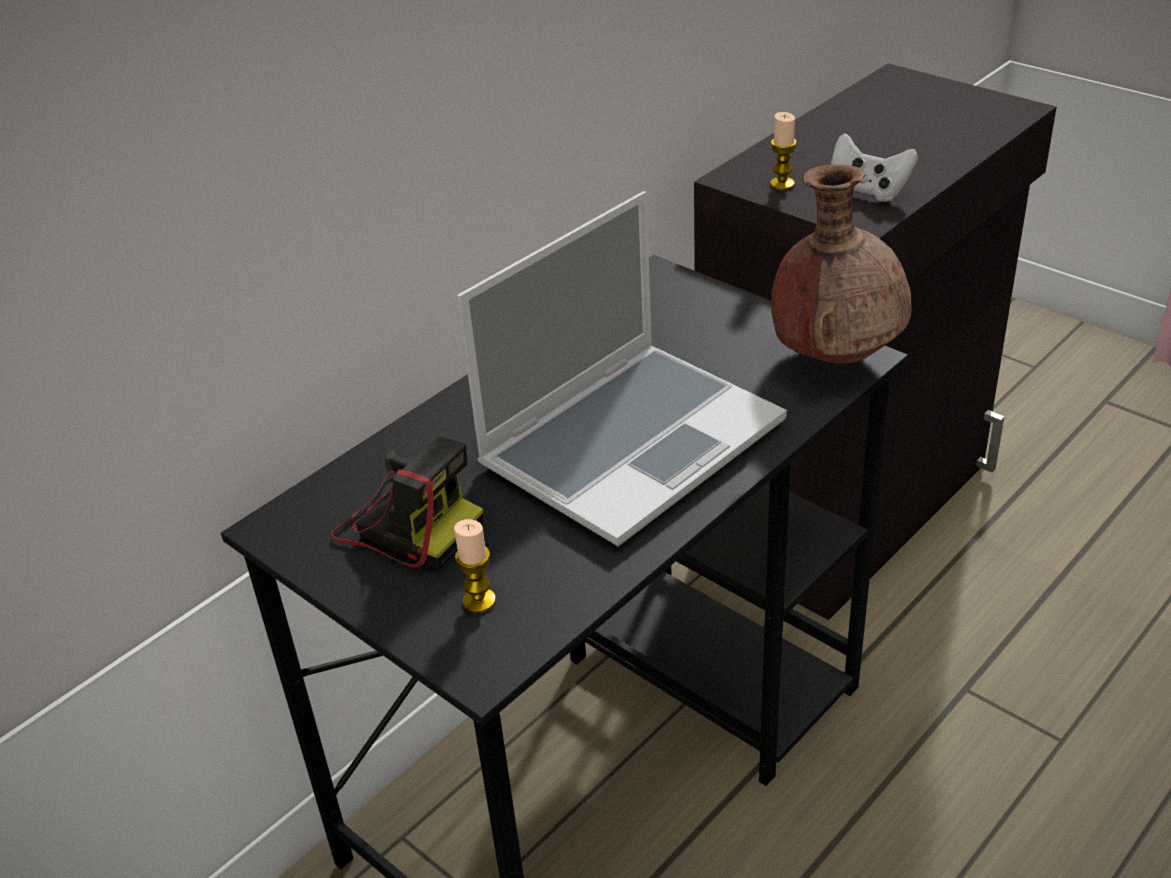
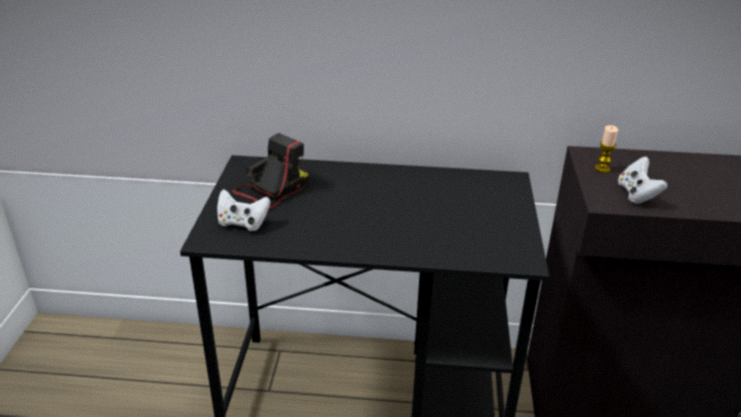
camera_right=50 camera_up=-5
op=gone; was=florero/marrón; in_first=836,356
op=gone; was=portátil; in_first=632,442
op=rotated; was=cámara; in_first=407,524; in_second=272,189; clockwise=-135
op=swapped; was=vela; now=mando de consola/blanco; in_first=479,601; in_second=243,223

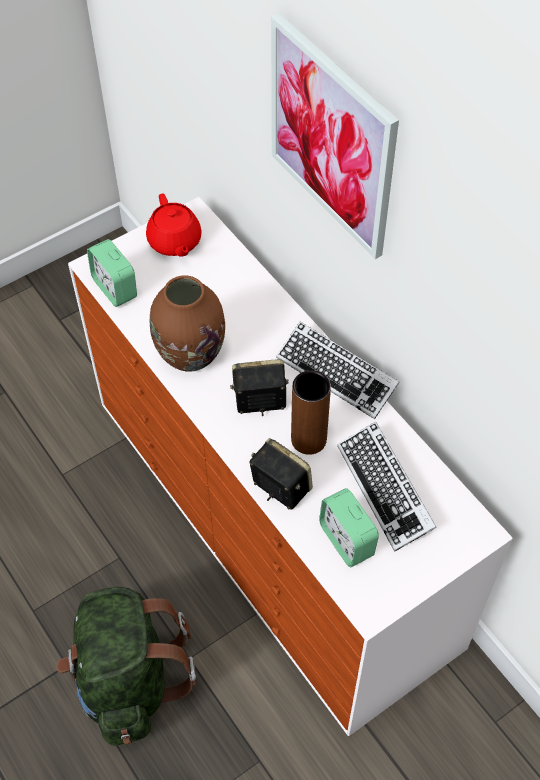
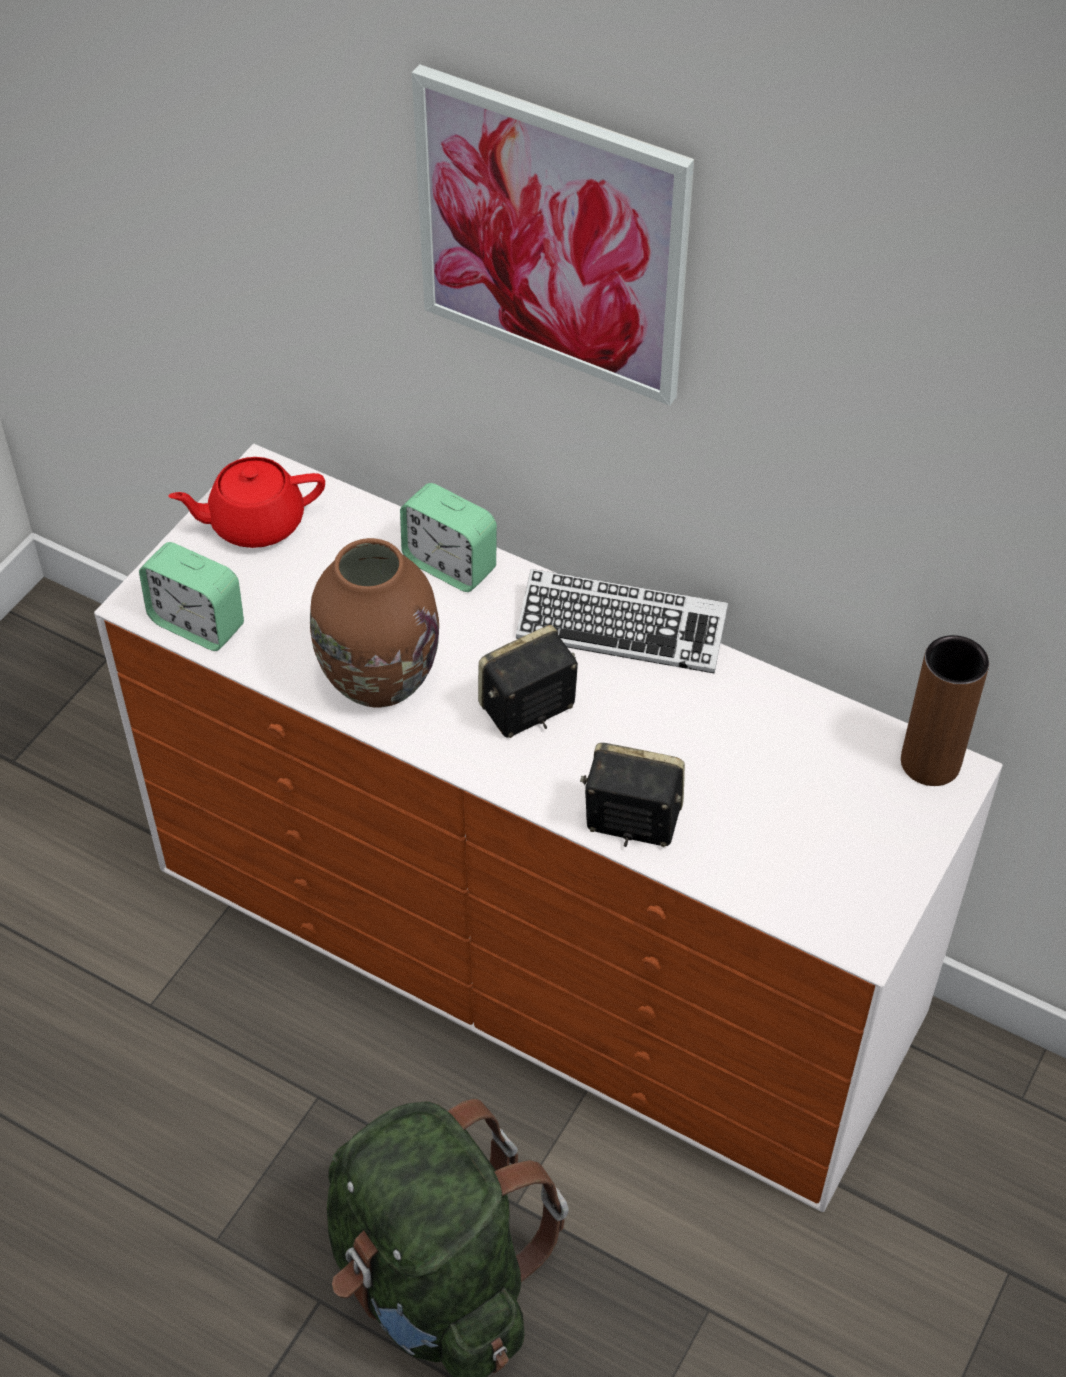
camera_right=-25 camera_up=-5
op=rotated; was=tetera/rojo; in_first=174,242; in_second=255,523; clockwise=120
op=shifted; was=florero/marrón; in_first=308,439; in_second=930,762
op=gone; was=teclado; in_first=385,489
op=shifted; was=despertador; in_first=346,540; in_second=450,565

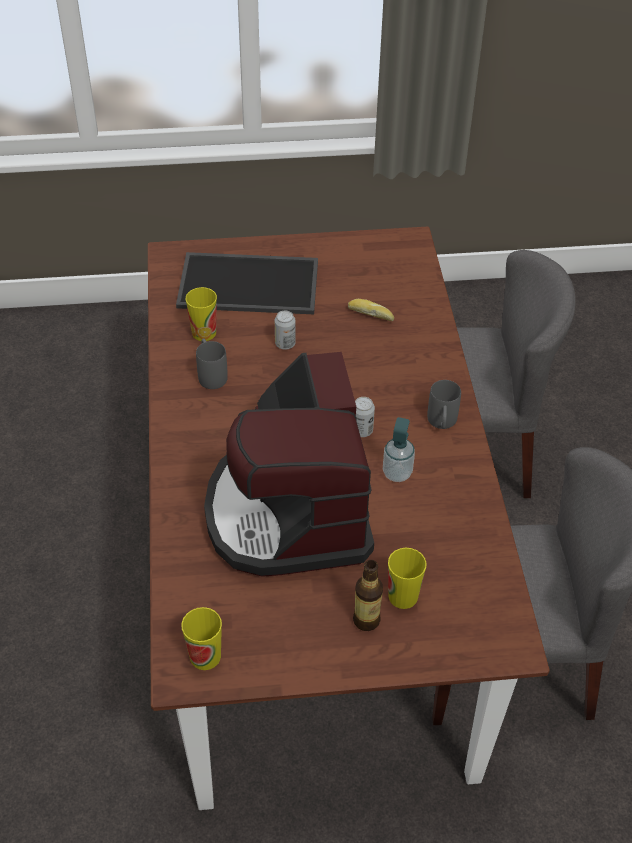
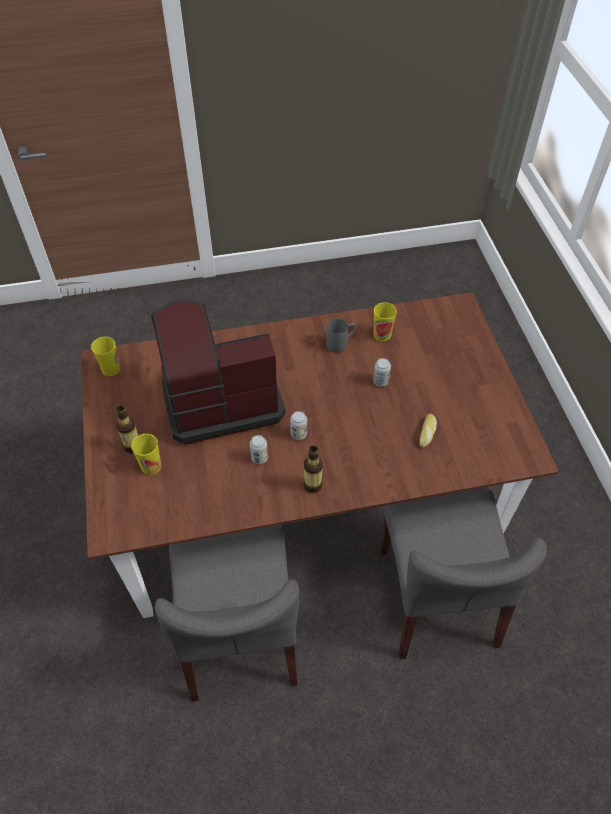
camera_right=85 camera_up=5
op=gone; was=bandeja; in_first=250,283
op=swapped; was=taza grande/gris; now=botella; in_first=442,423; in_second=312,485
op=swapped; was=dispensador de jabón; now=lata; in_first=397,473; in_second=259,458

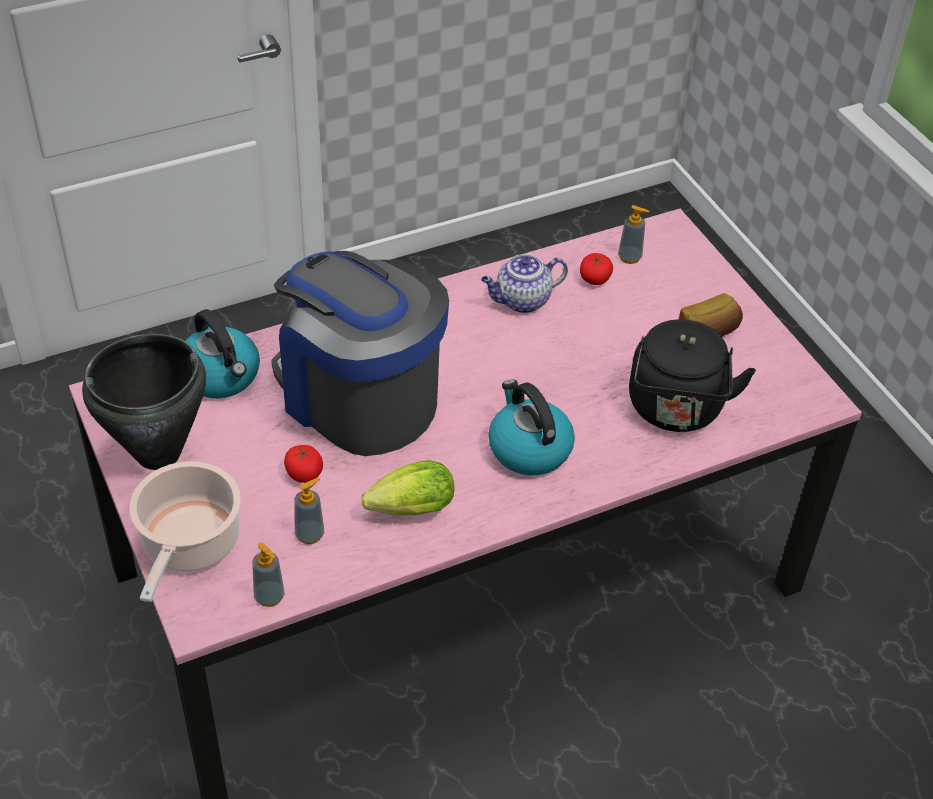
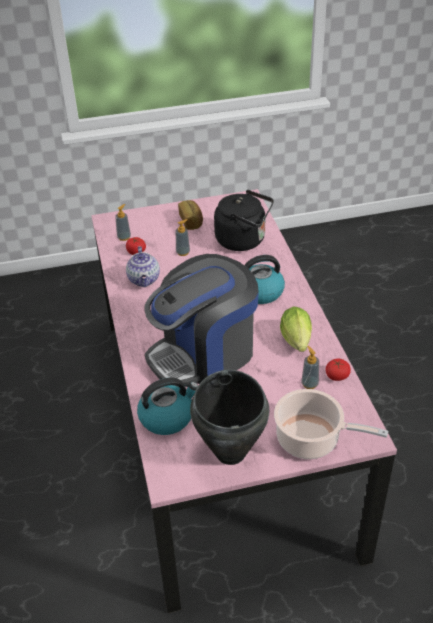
camera_right=-75 camera_up=-5
op=shifted; was=tomate; in_first=304,473; in_second=337,376
op=shifted; was=dispensador de jabón; in_first=269,596; in_second=183,252

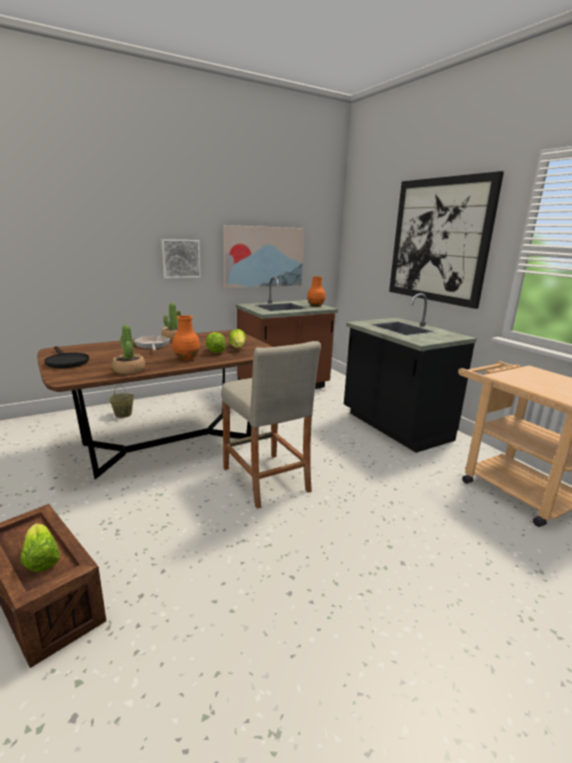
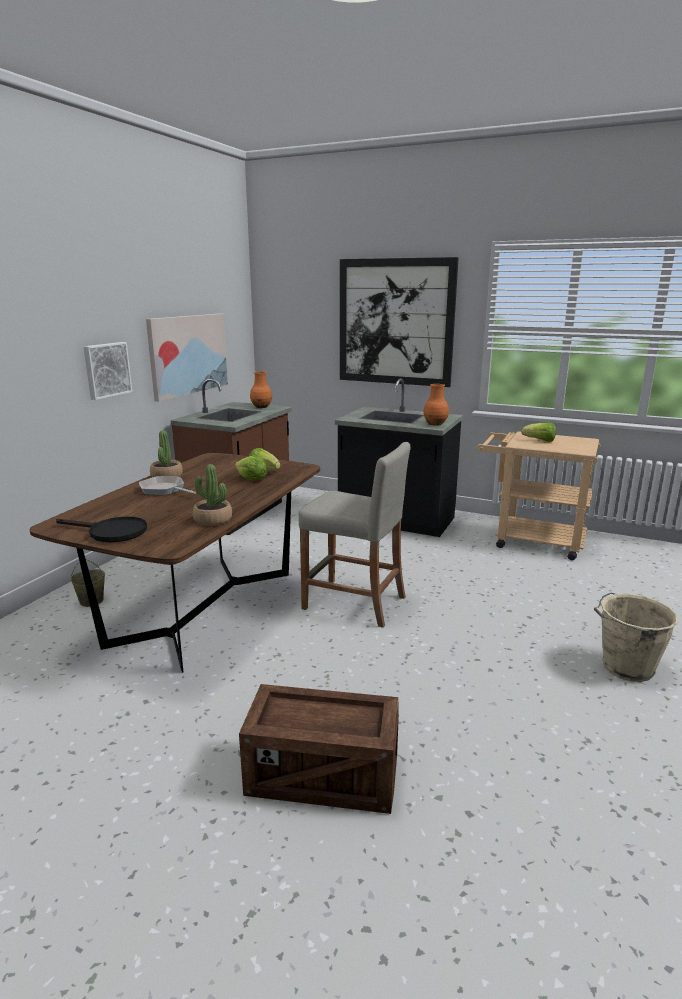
camera_right=-35 camera_up=0
op=shifted; was=florero/naranja; in_first=187,358; in_second=435,424
op=shifted; was=lechuga; in_first=41,559; in_second=539,441
op=new; now=cubo/beis; in_second=625,667

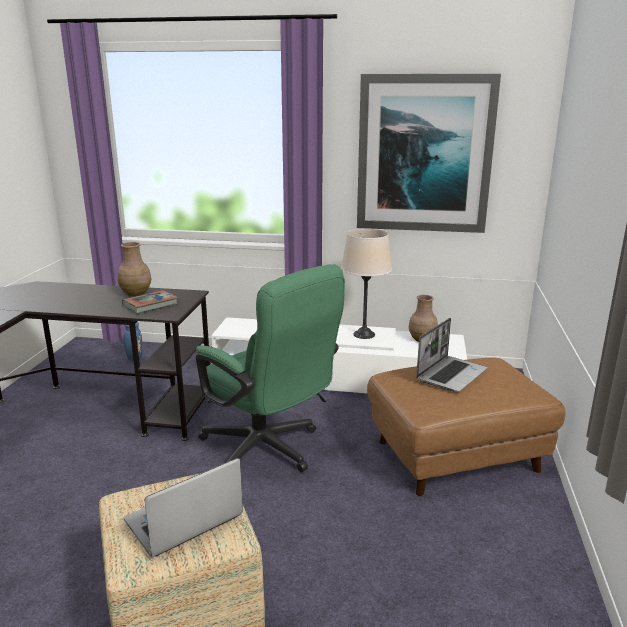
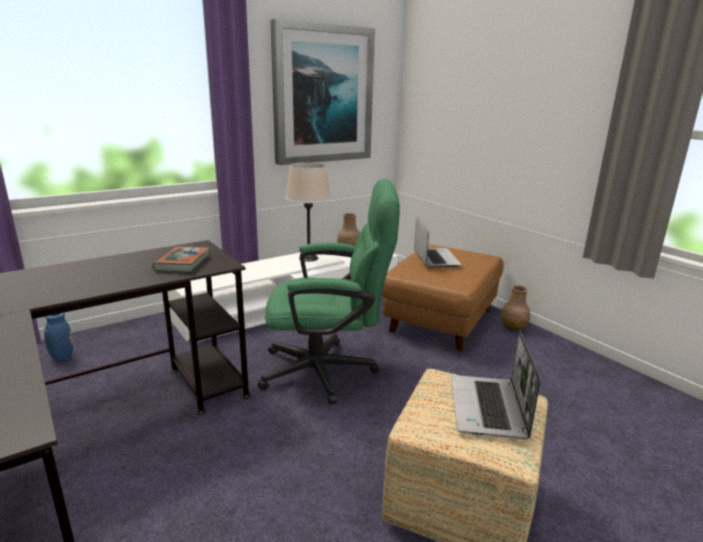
camera_right=-45 camera_up=0
op=shifted; was=florero/marrón; in_first=136,293; in_second=513,327

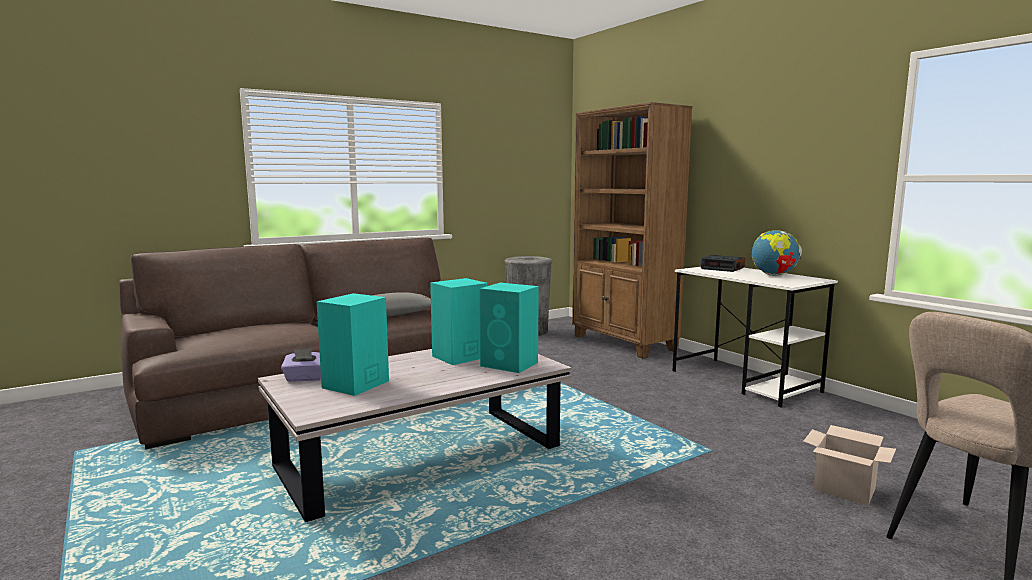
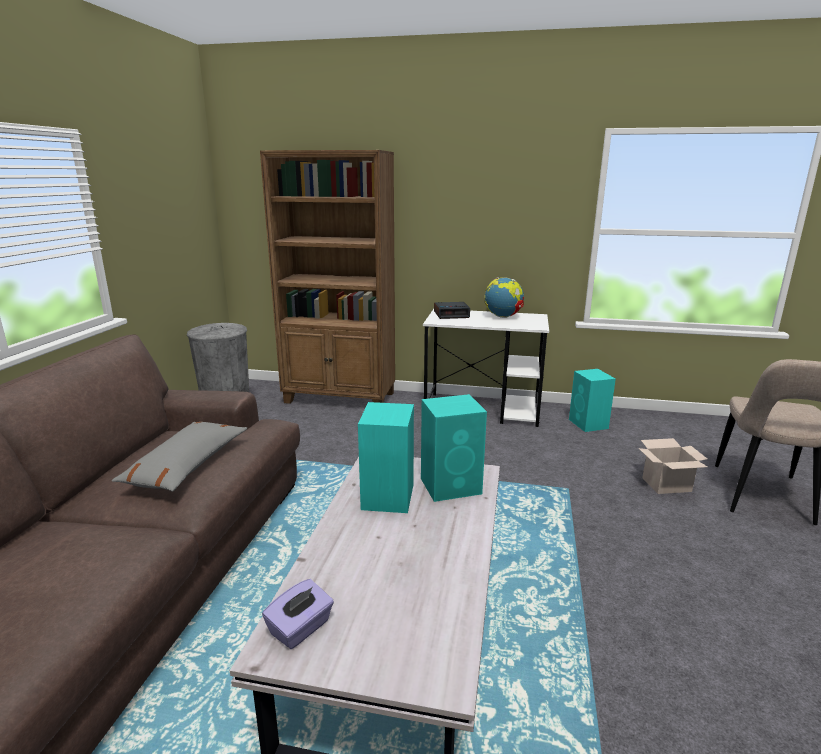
camera_right=-45 camera_up=10
op=shifted; was=altavoz/turquesa; in_first=354,385; in_second=588,424

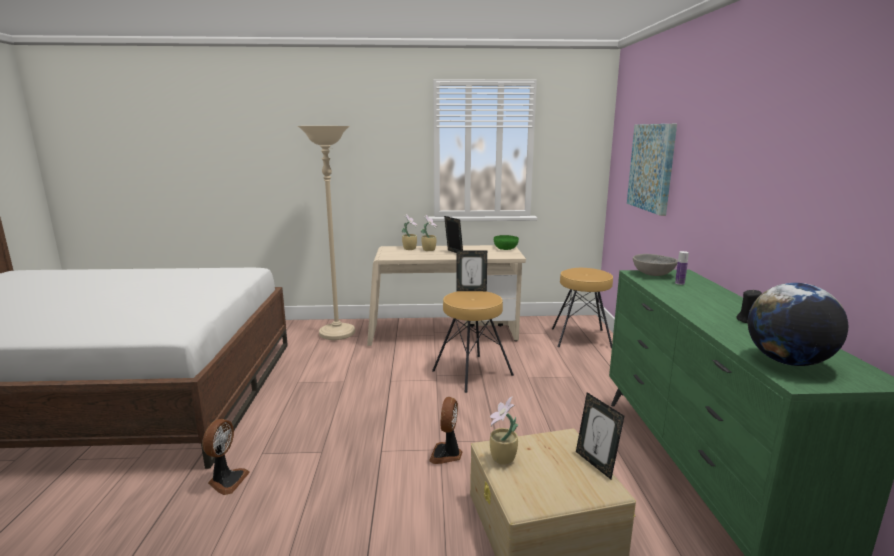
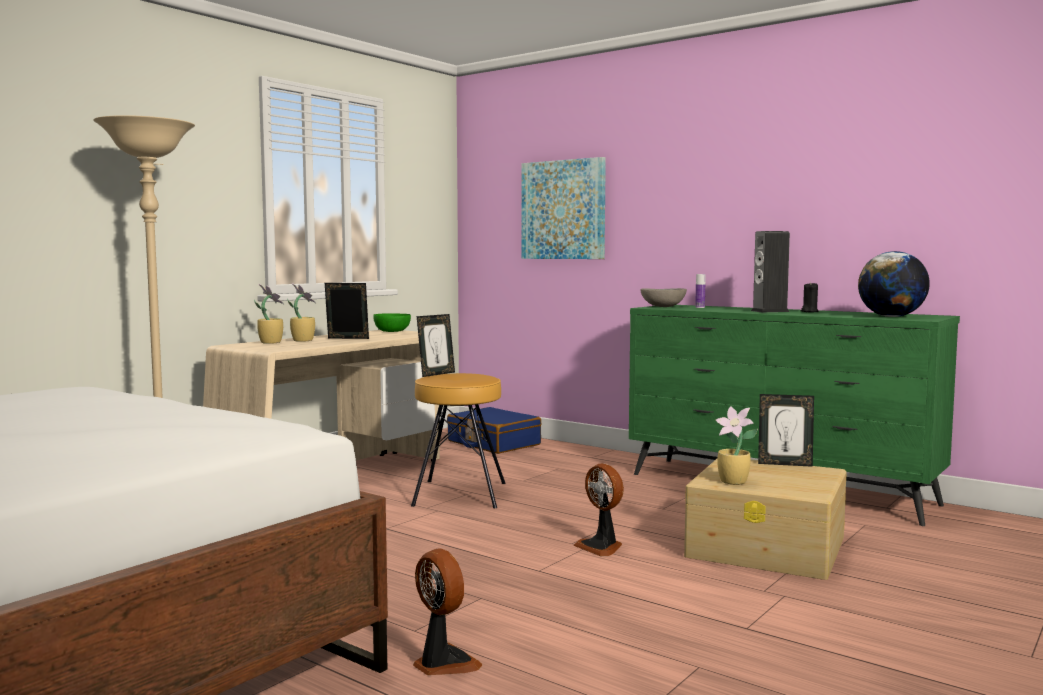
camera_right=-50 camera_up=-10
op=swapped; was=taburete/marrón; now=maleta/azul; in_first=581,338; in_second=493,443
op=new; now=altavoz; in_second=770,311

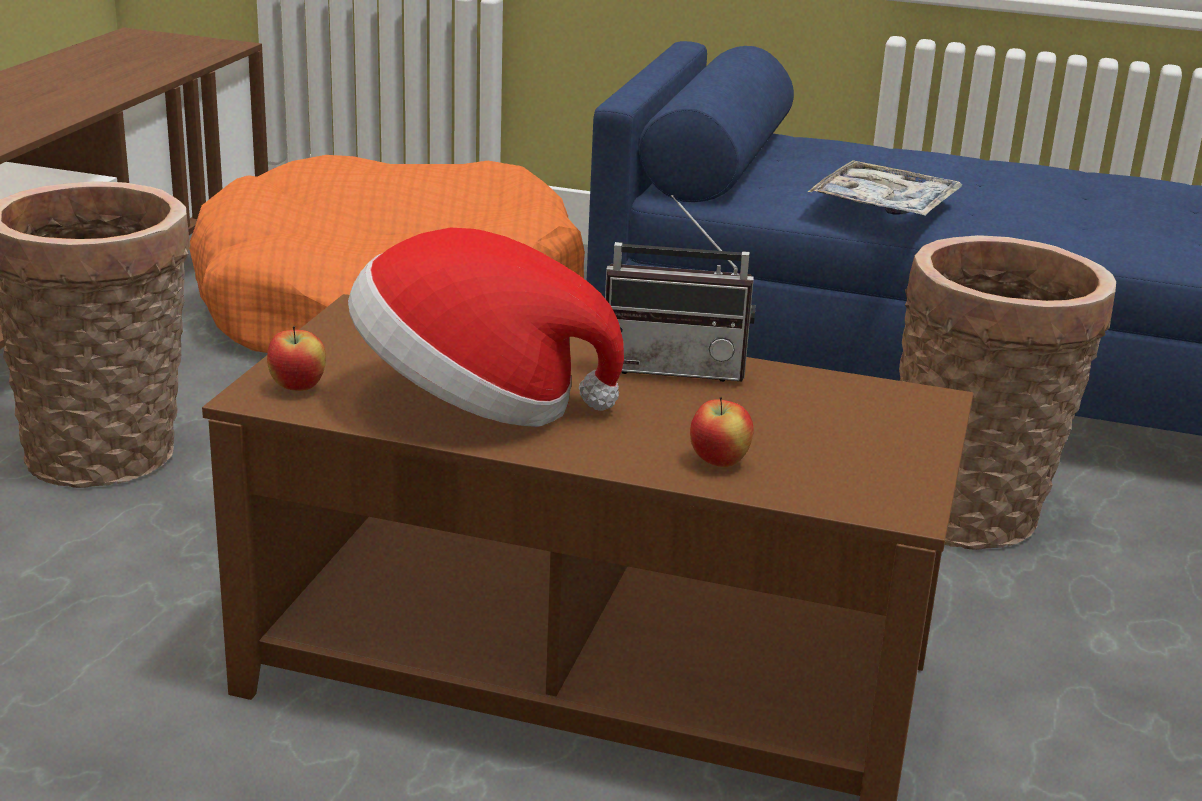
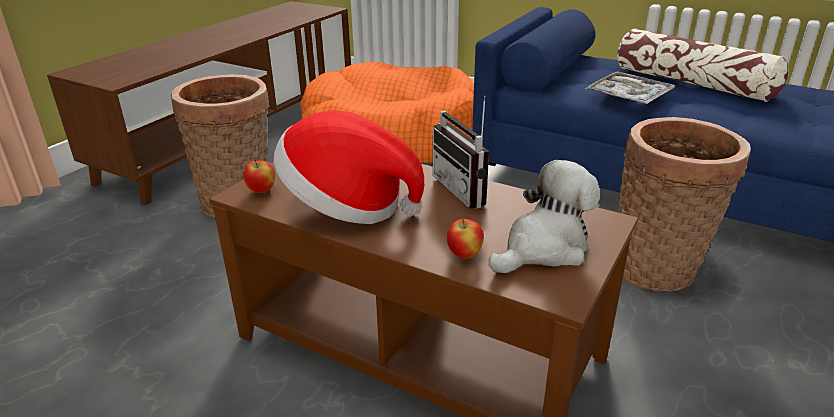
camera_right=15 camera_up=5
op=rotated; was=radio; in_first=676,367; in_second=467,190; clockwise=45
op=new; now=cojín; in_second=692,83
op=new; now=peluche; in_second=544,248

